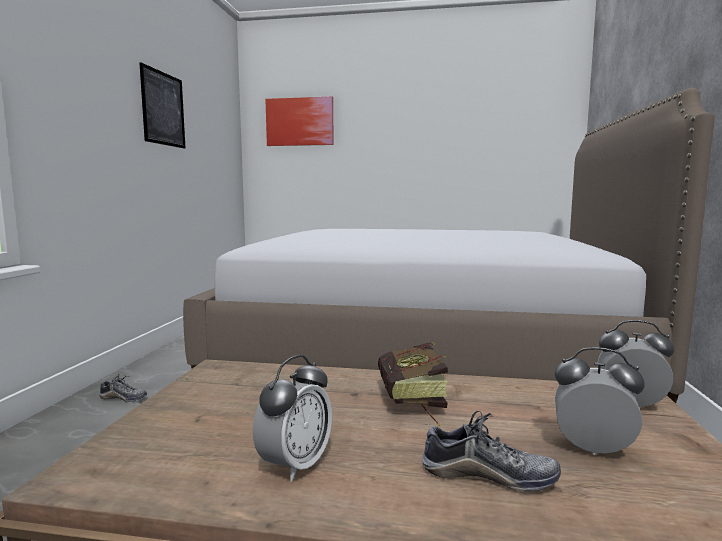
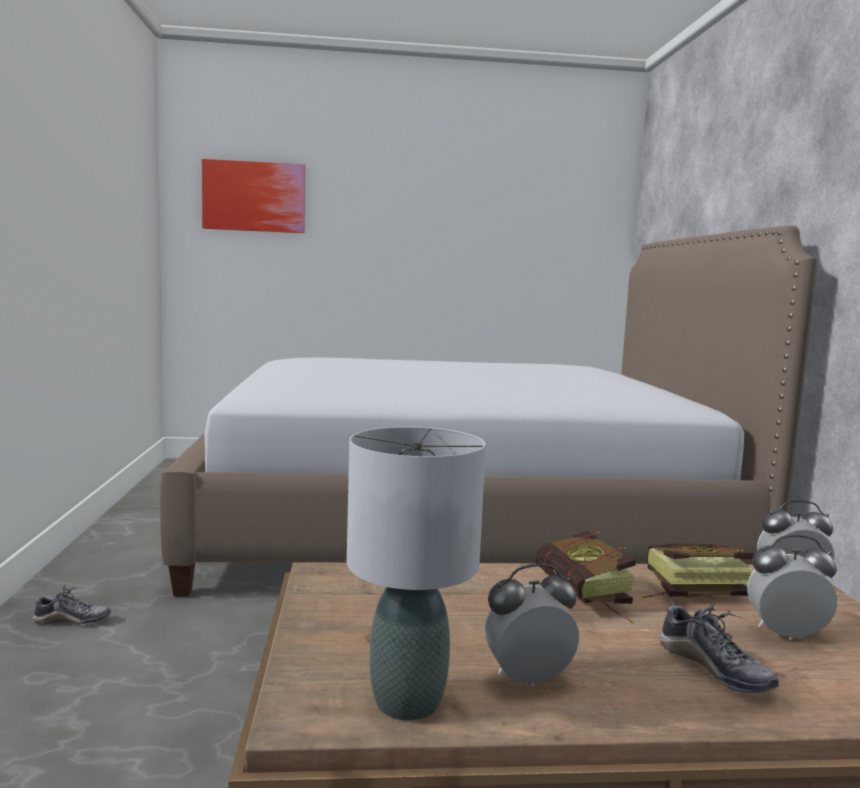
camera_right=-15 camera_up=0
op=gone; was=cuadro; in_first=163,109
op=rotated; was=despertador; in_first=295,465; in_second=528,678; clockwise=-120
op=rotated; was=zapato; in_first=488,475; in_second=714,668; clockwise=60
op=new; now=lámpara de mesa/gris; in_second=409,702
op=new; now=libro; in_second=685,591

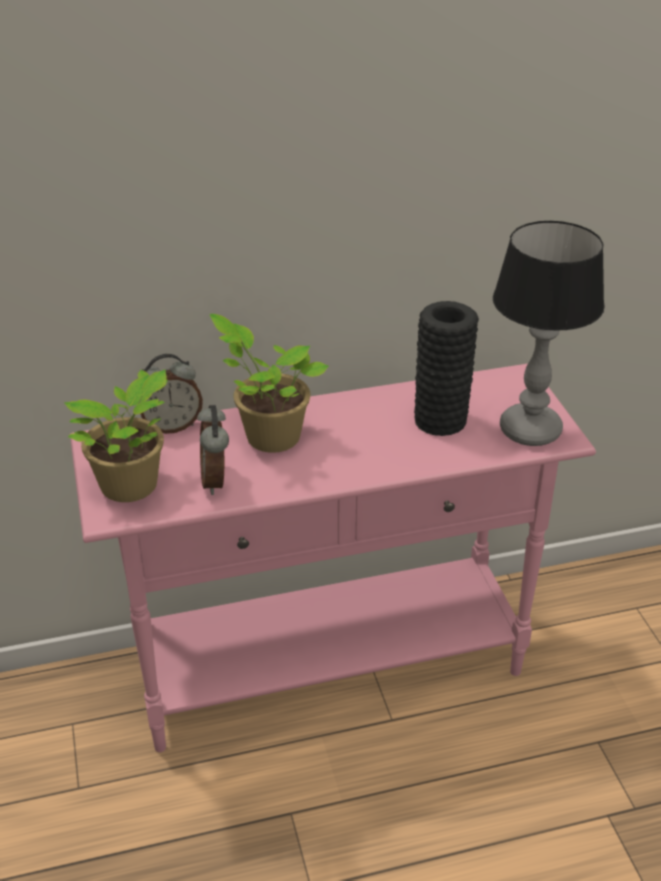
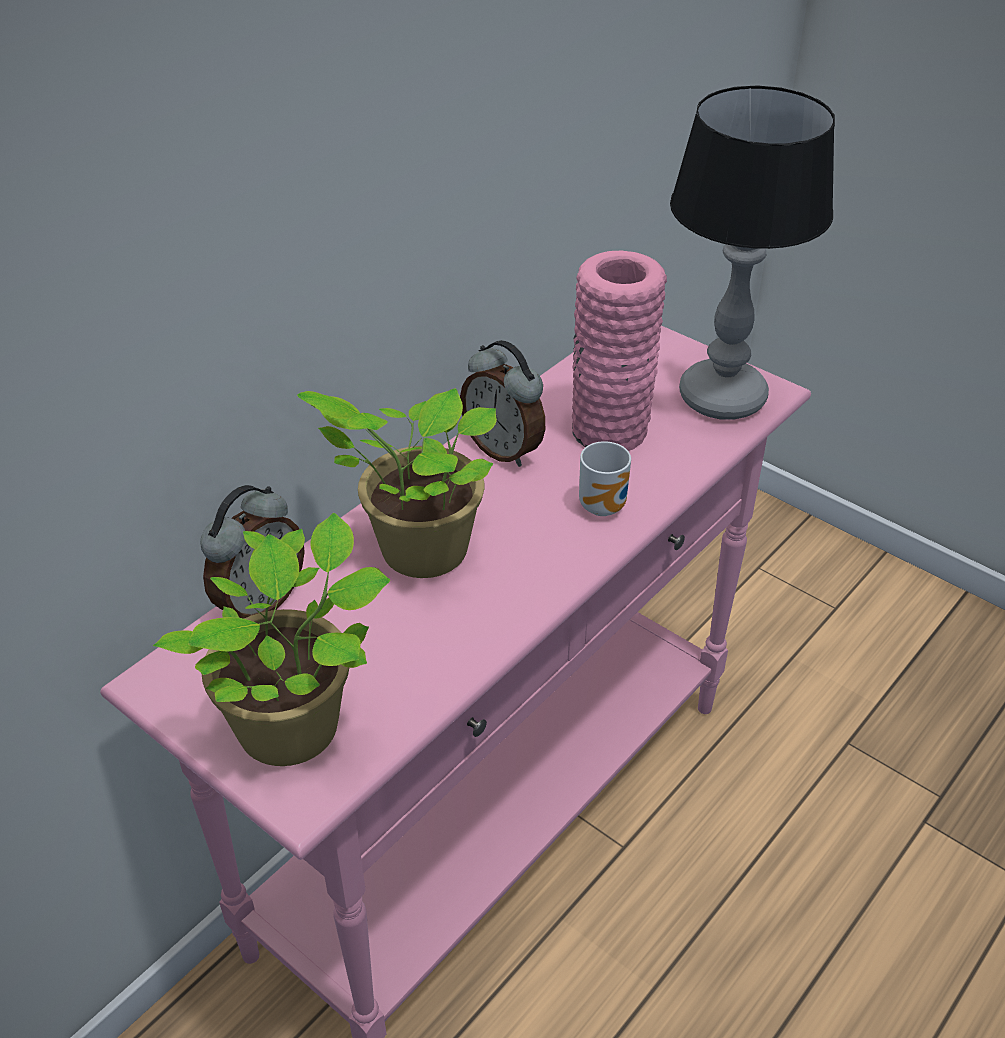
camera_right=-35 camera_up=5
op=repainted; was=florero/negro; now=florero/rosa; in_first=440,420; in_second=609,429
op=shifted; was=despertador; in_first=216,481; in_second=504,449
op=new; now=taza grande; in_second=606,506

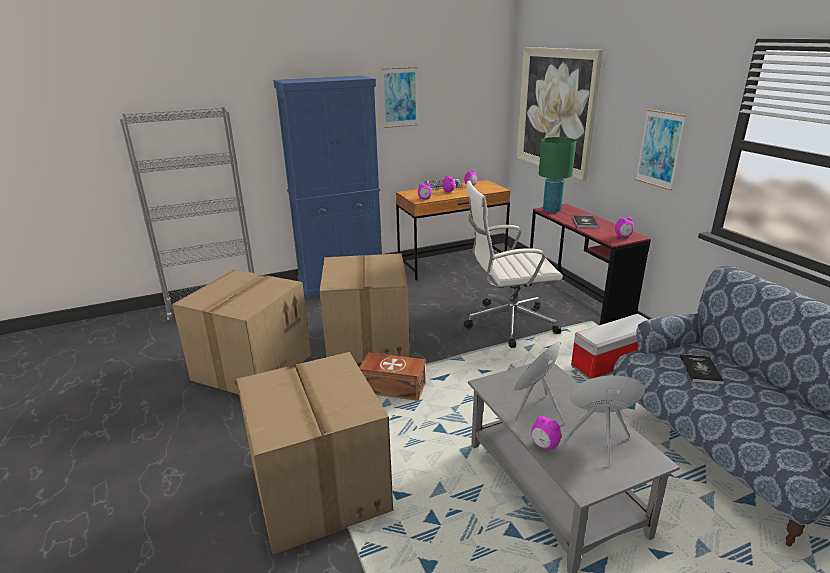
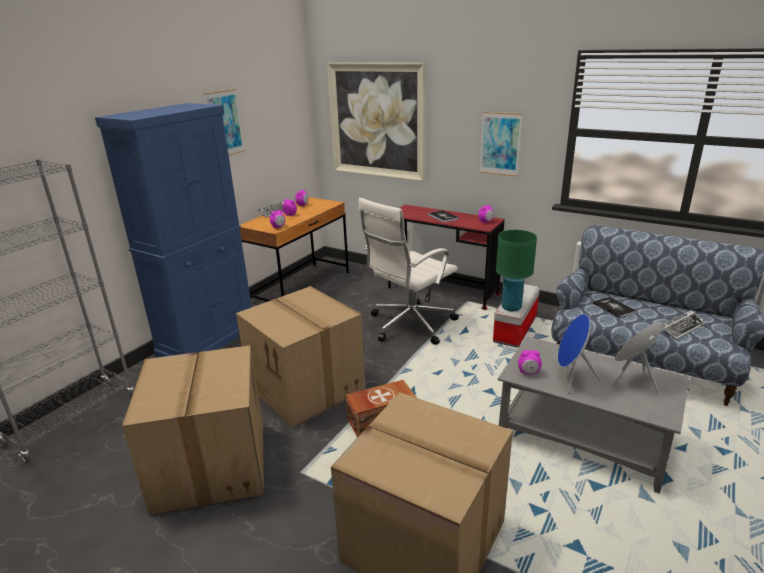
camera_right=-35 camera_up=0
op=shifted; was=lámpara de mesa/verde; in_first=551,210; in_second=511,307
op=shifted; was=despertador; in_first=544,445; in_second=528,373
op=new; now=teclado; in_second=682,328

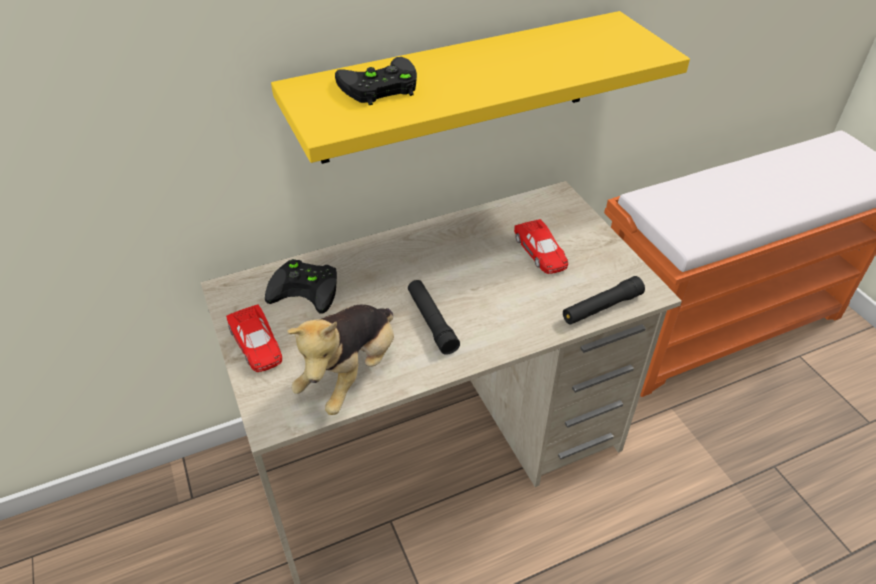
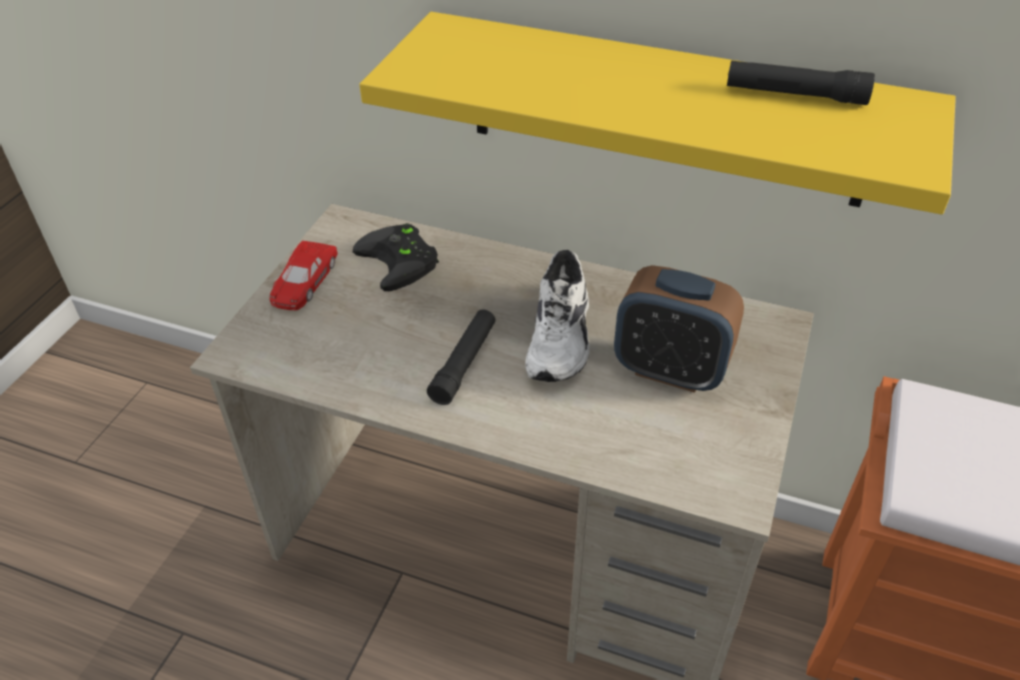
camera_right=45 camera_up=0
op=gone; was=mando de consola/negro; in_first=377,87
op=swapped; was=coche de juguete/rojo; now=despertador; in_first=541,252; in_second=670,370
op=shifted; was=linterna/negro; in_first=601,307; in_second=794,95
op=gone; was=peluche; in_first=351,373
op=new; now=zapato/blanco; in_second=562,337

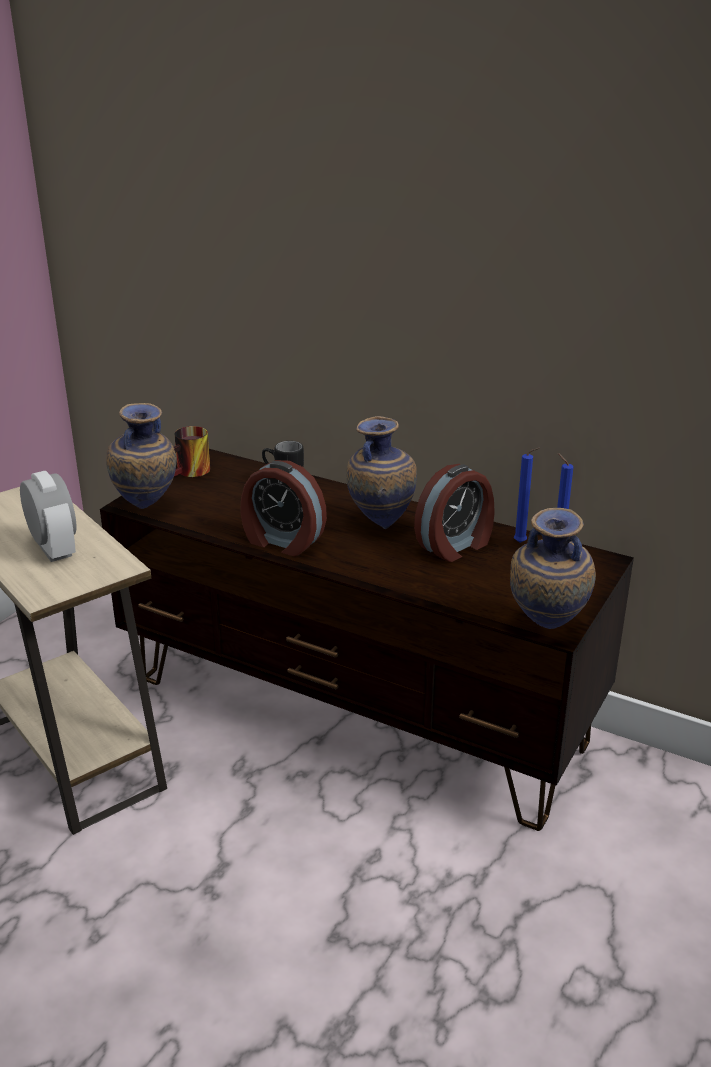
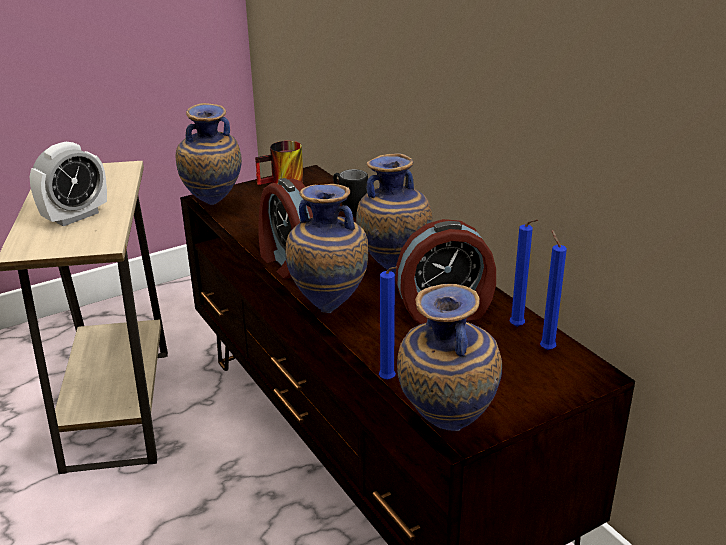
camera_right=30 camera_up=0
op=rotated; was=despertador; in_first=54,549; in_second=75,216; clockwise=45
op=new; now=florero; in_second=330,307
op=new; now=vela/azul; in_second=388,381

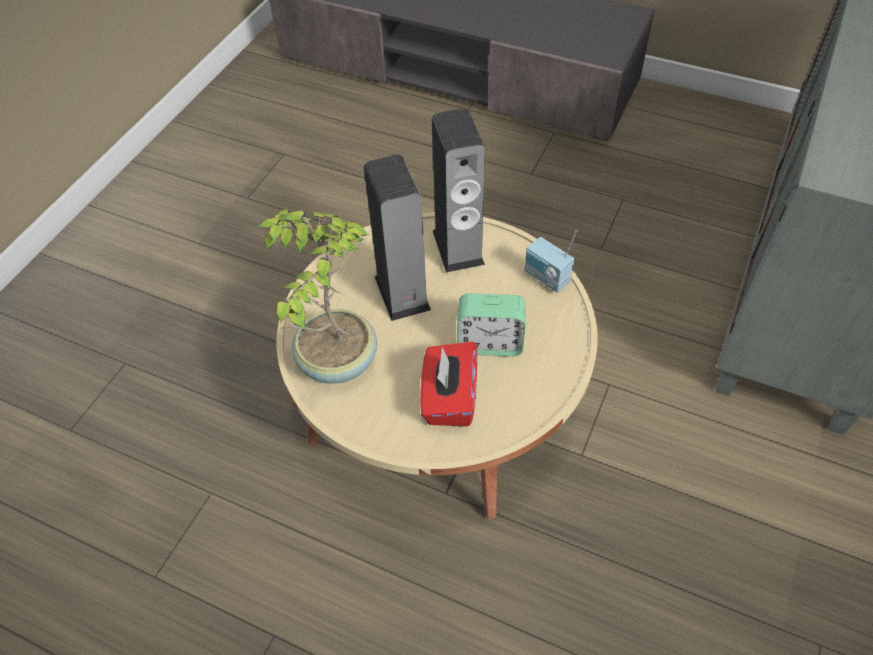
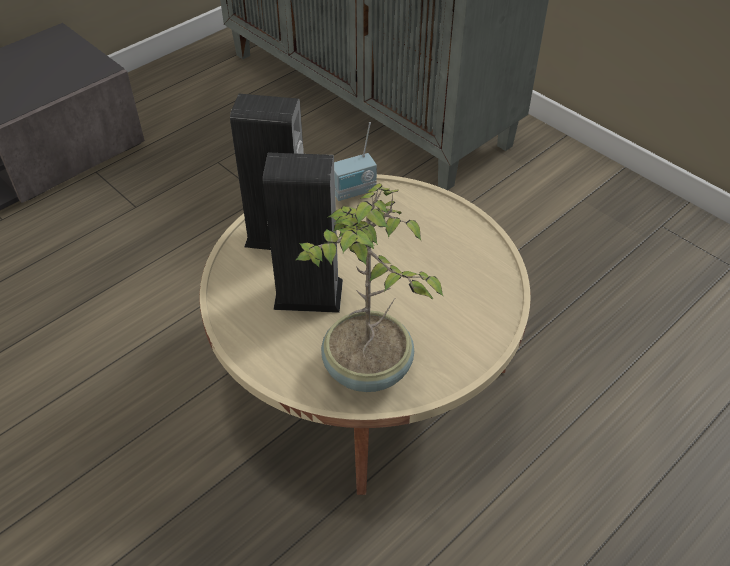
camera_right=-70 camera_up=-5
op=gone; was=despertador; in_first=490,343
op=gone; was=caja de pañuelos/rojo; in_first=449,399

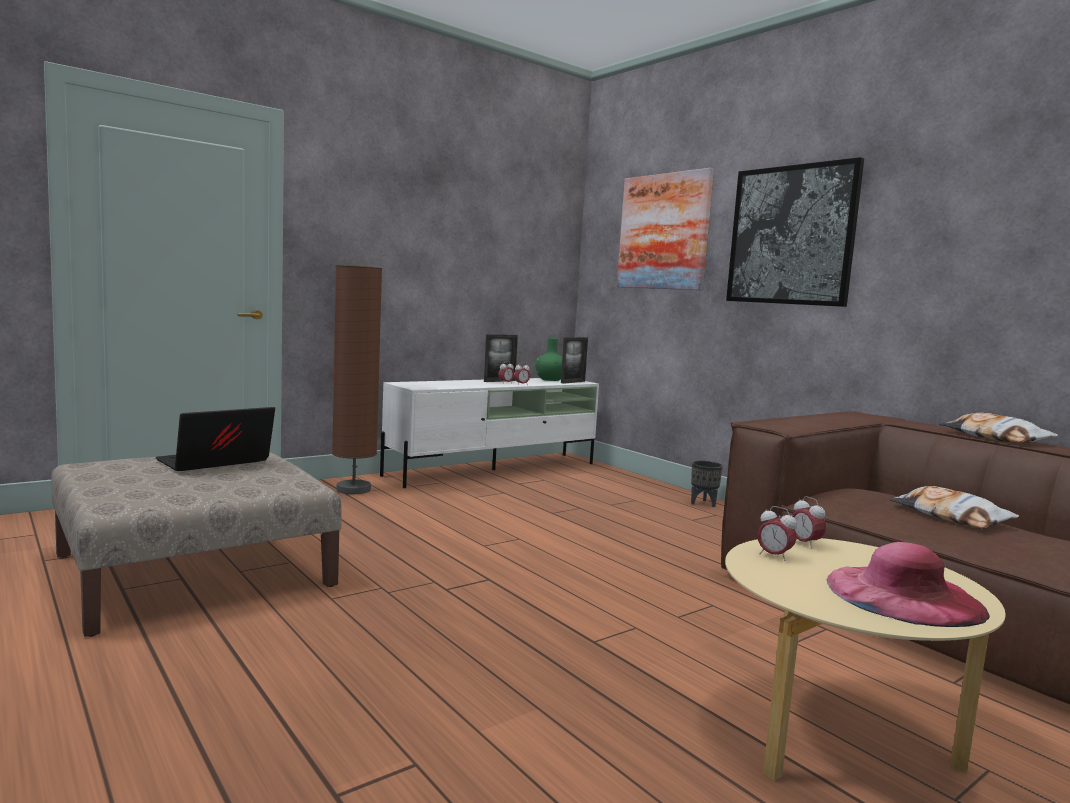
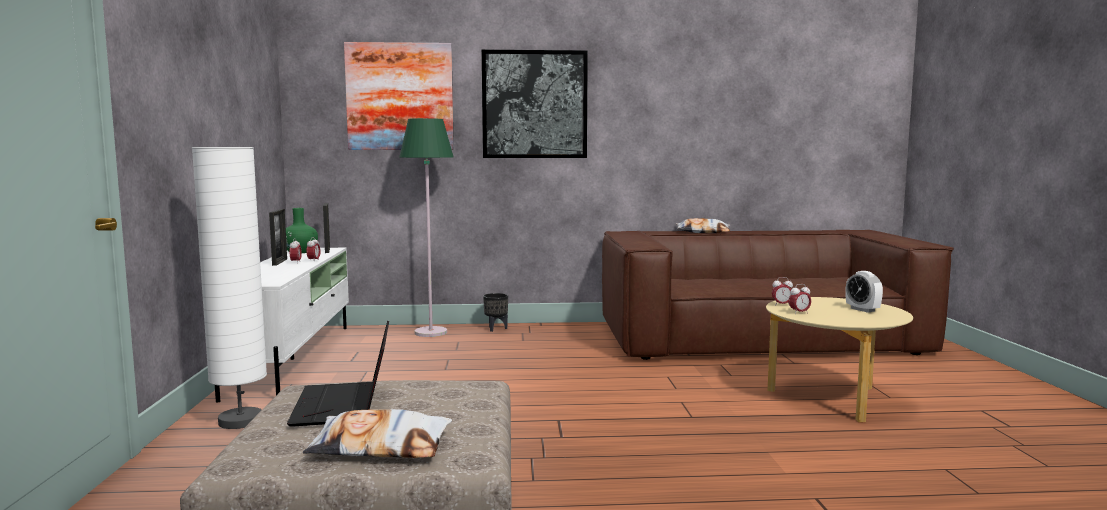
camera_right=-55 camera_up=0
op=repainted; was=lámpara de pie/marrón; now=lámpara de pie/blanco; in_first=353,489; in_second=241,421
op=shifted; was=cojín; in_first=950,516; in_second=380,446
op=swapped; was=sombrero/rosa; now=despertador; in_first=904,595; in_second=862,310
op=new; now=lámpara de pie/verde; in_second=430,332

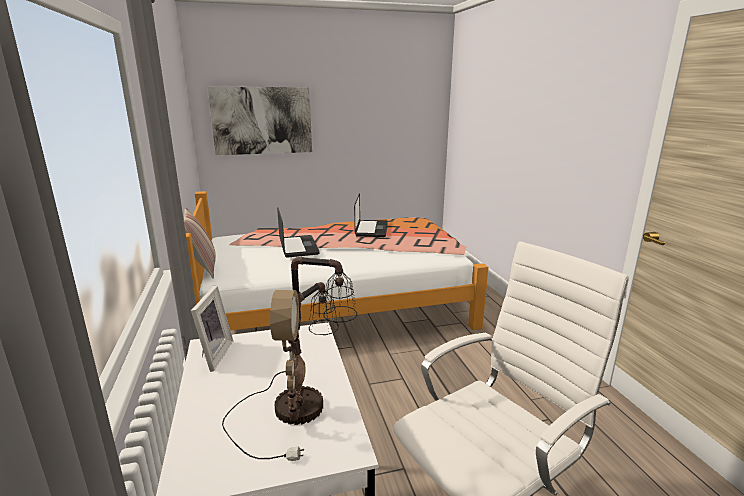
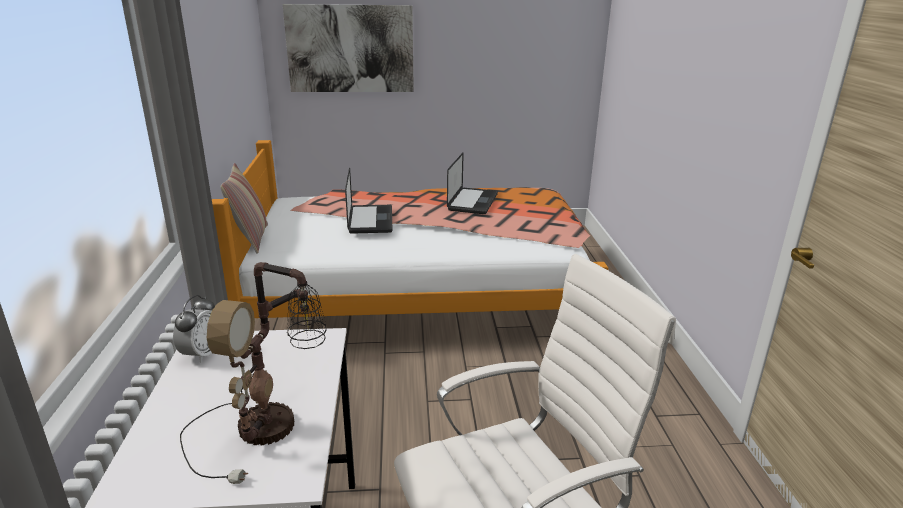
camera_right=10 camera_up=5
op=swapped; was=portarretratos; now=despertador; in_first=212,355; in_second=201,354

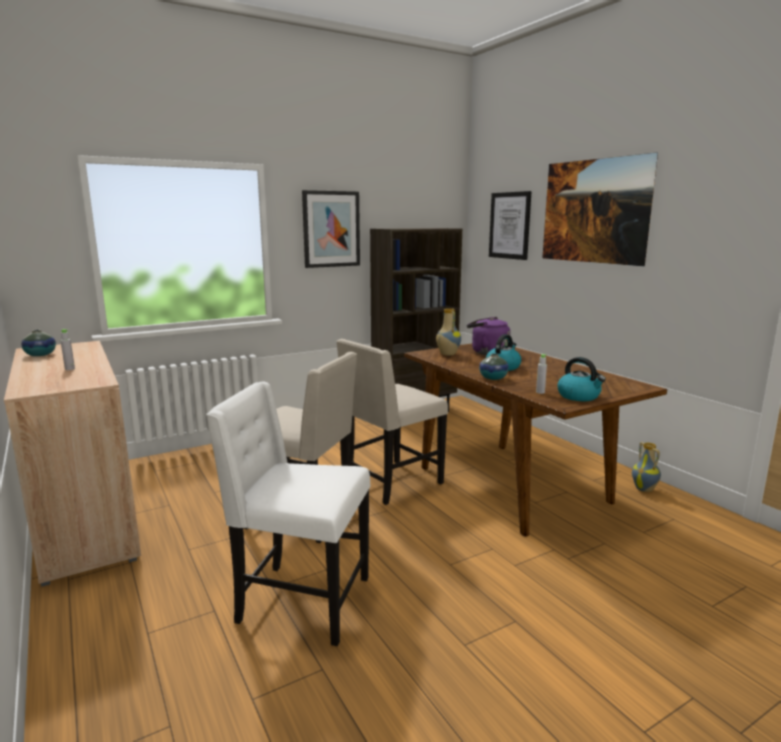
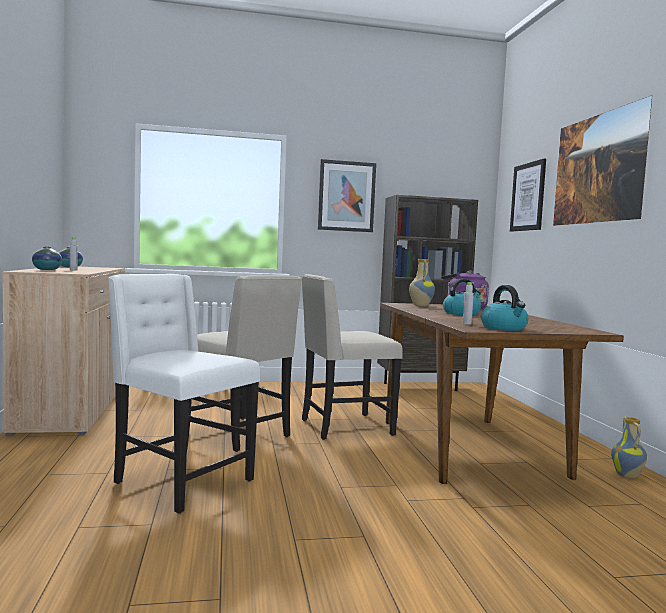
camera_right=20 camera_up=-10
op=shifted; was=florero; in_first=493,378; in_second=47,269

